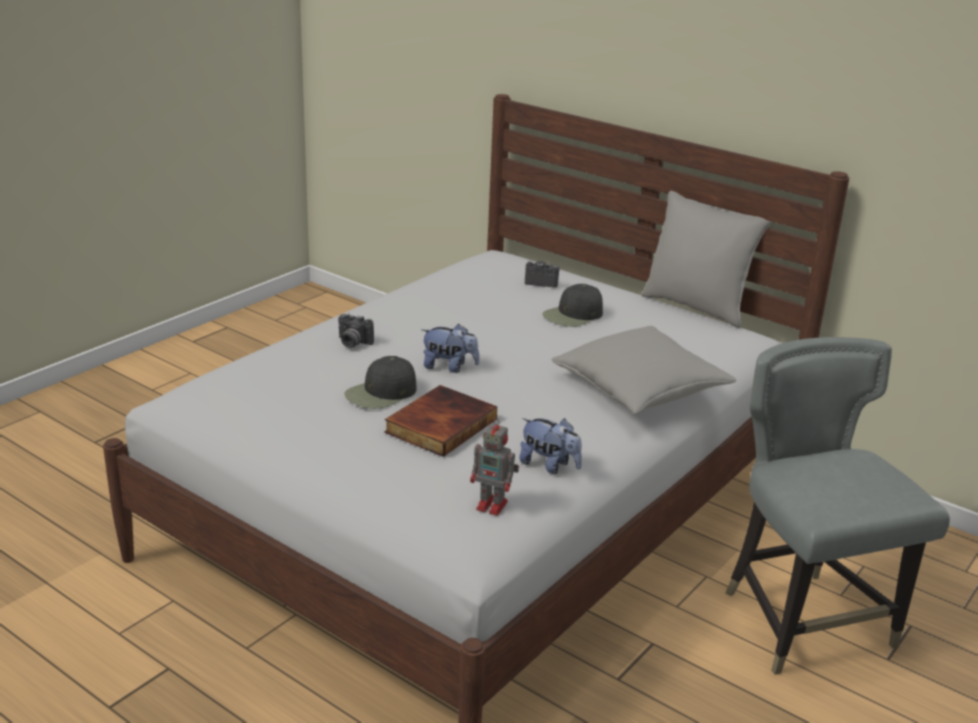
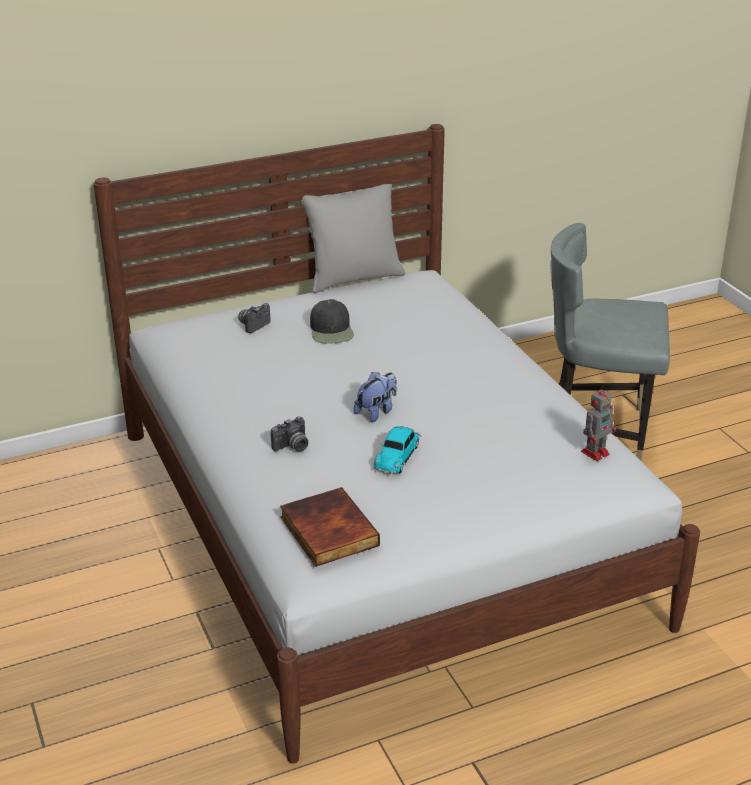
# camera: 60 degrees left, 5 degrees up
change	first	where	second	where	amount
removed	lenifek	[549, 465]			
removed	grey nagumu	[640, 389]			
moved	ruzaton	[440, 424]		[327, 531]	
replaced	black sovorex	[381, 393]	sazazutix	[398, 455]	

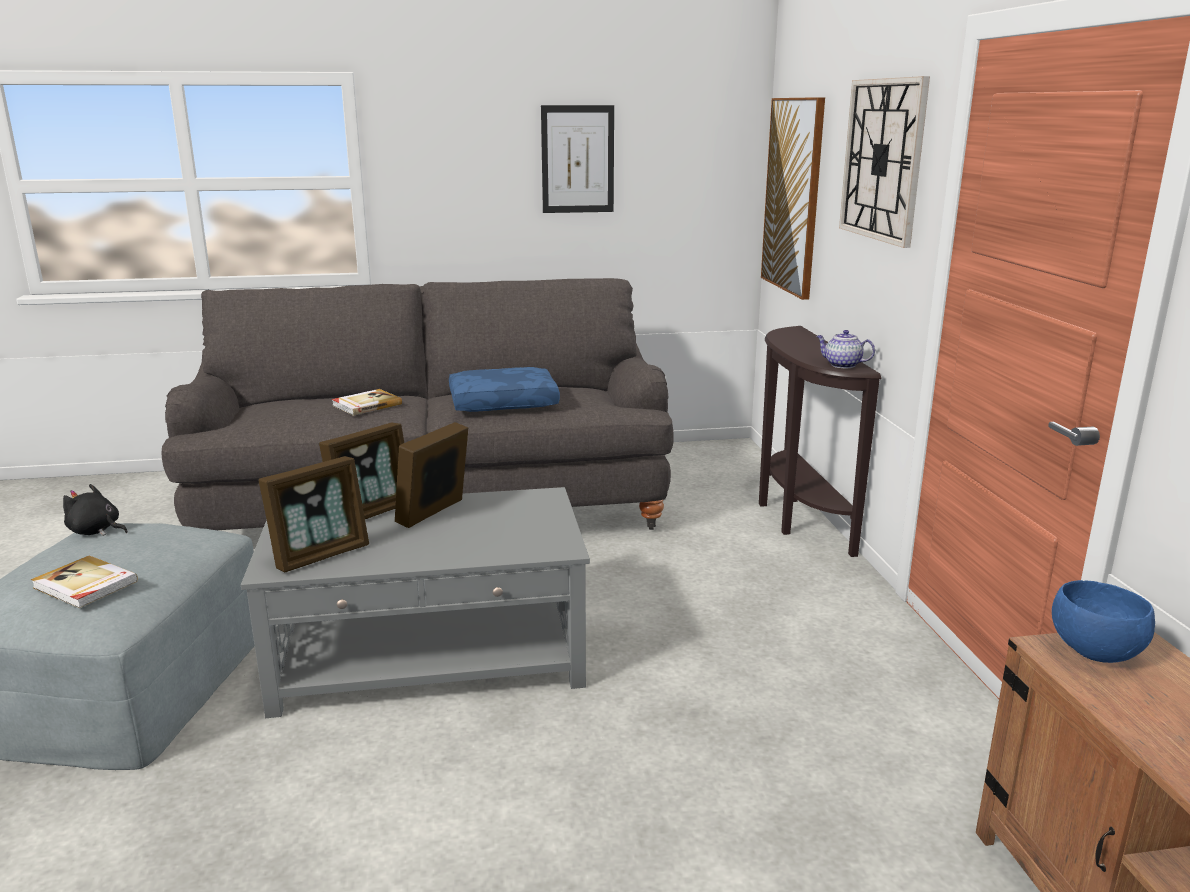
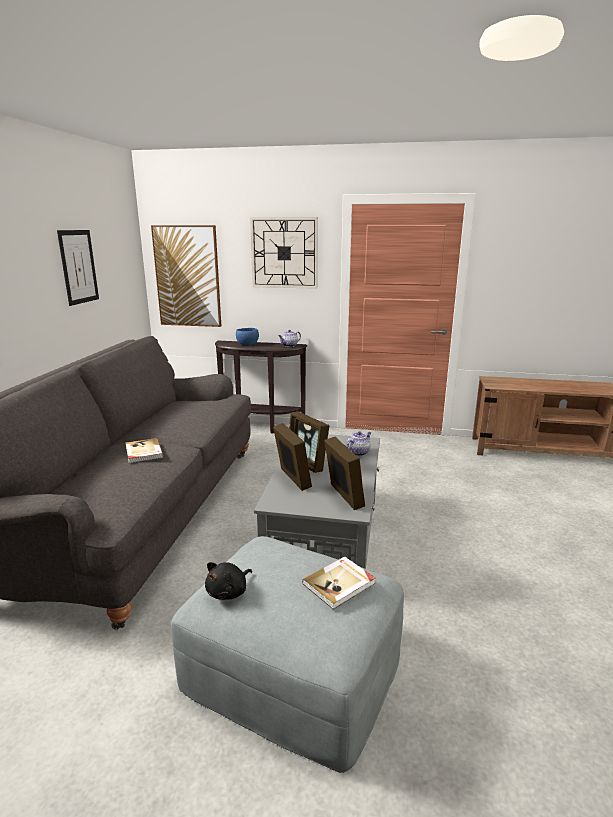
# camera: 70 degrees left, 0 degrees up
change	first	where	second	where	amount
removed	blue nagumu	[504, 402]			
added			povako	[358, 452]	
moved	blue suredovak	[1095, 653]		[248, 345]	

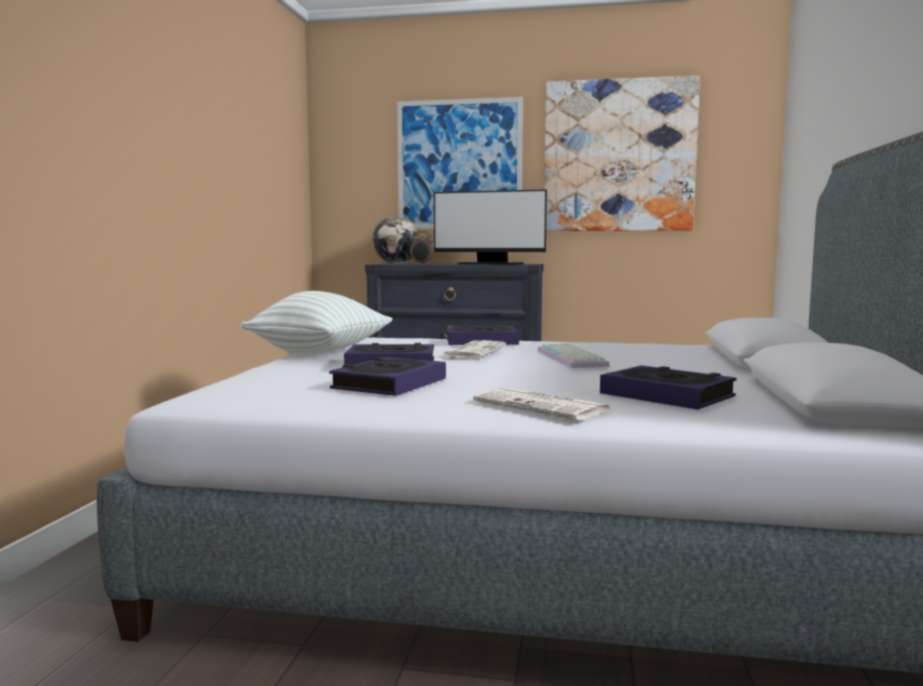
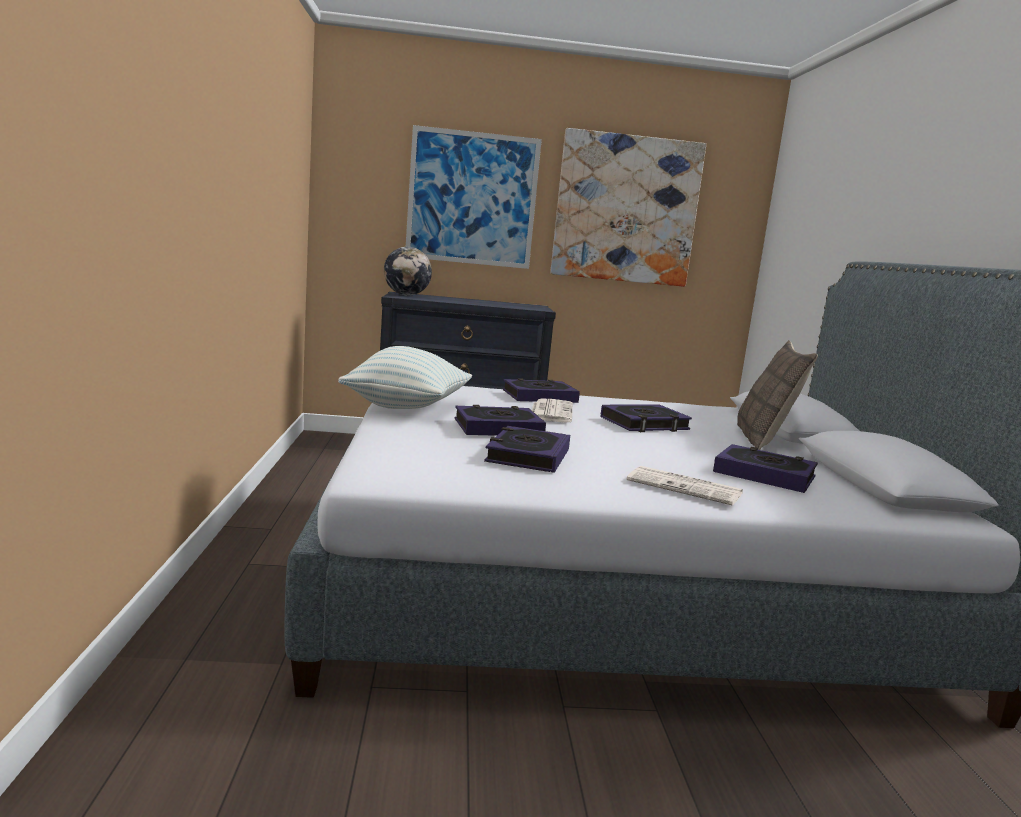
# camera: 15 degrees left, 5 degrees up
change	first	where	second	where	amount
removed	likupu	[422, 264]			
removed	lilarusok	[490, 264]			
added			nagumu	[764, 440]	
replaced	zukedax	[573, 358]	ruzaton	[644, 424]	

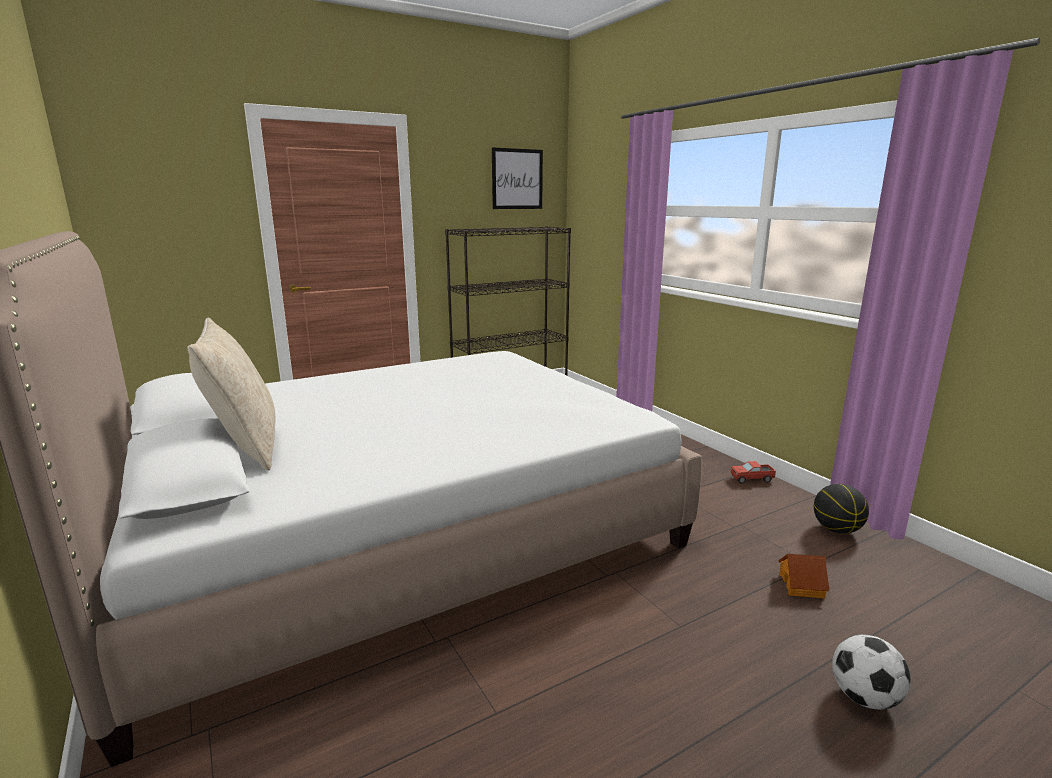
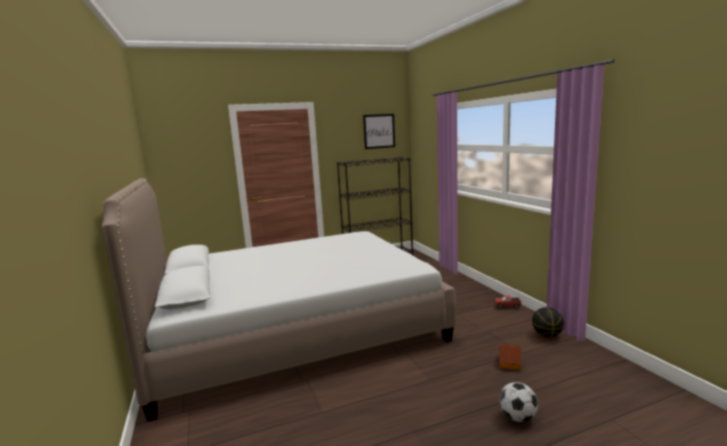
# camera: 10 degrees right, 5 degrees down
change	first	where	second	where	amount
removed	beige nagumu	[246, 448]			

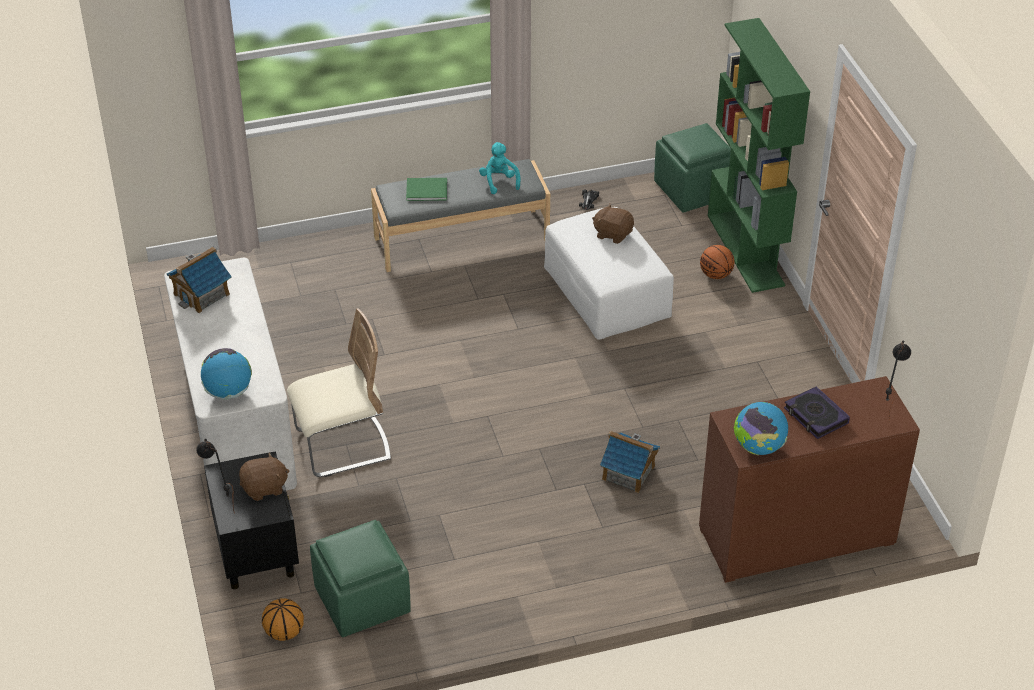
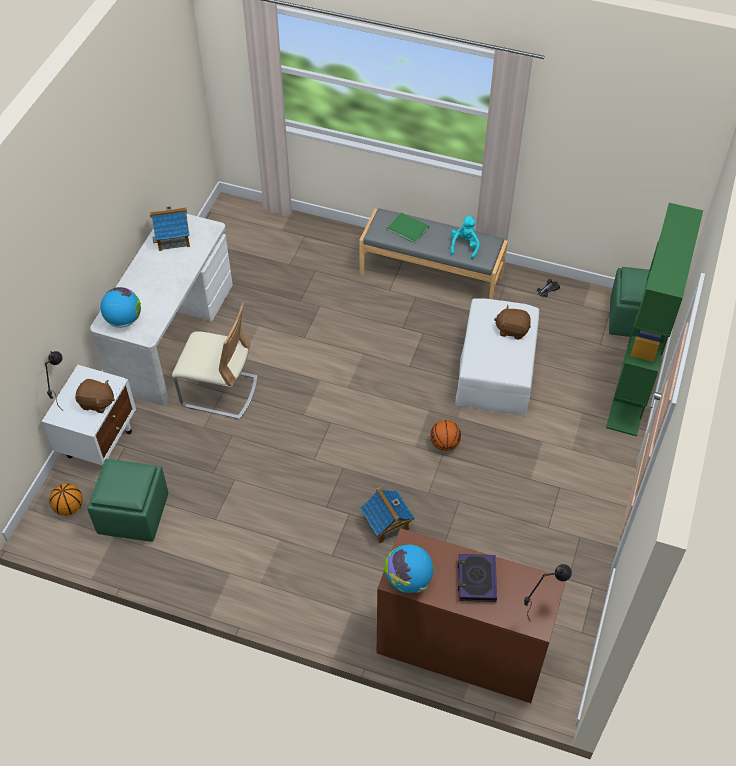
# camera: 35 degrees right, 10 degrees up
change	first	where	second	where	amount
moved	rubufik	[716, 275]		[444, 444]	
recoloured	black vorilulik	[257, 557]	white vorilulik	[100, 442]	
turned	brown lenifek	[613, 234]		[512, 330]	45 degrees counterclockwise

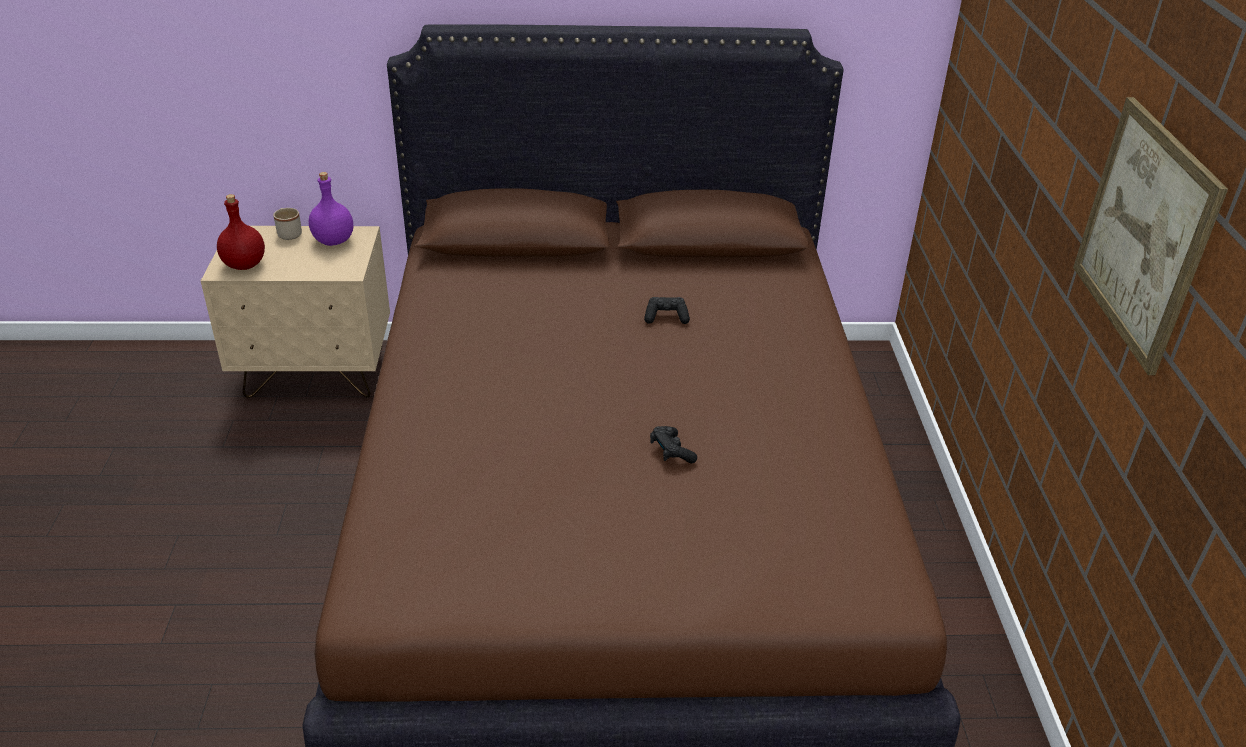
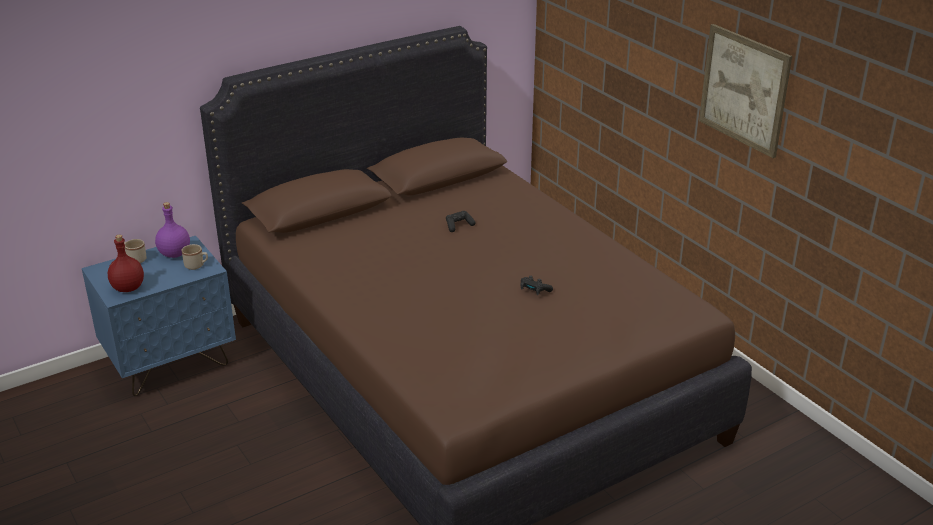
# camera: 30 degrees left, 5 degrees down
change	first	where	second	where	amount
added			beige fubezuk	[197, 266]	
recoloured	beige vorilulik	[316, 373]	blue vorilulik	[171, 364]	

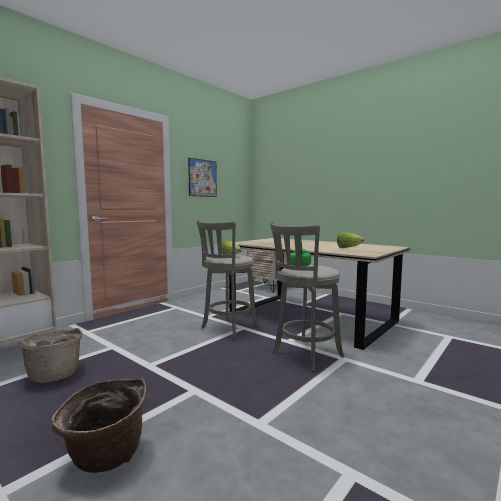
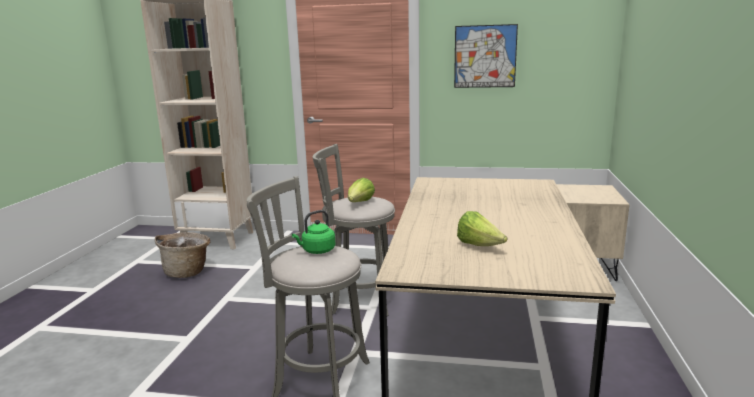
# camera: 60 degrees right, 10 degrees up
change	first	where	second	where	amount
removed	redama	[104, 457]			

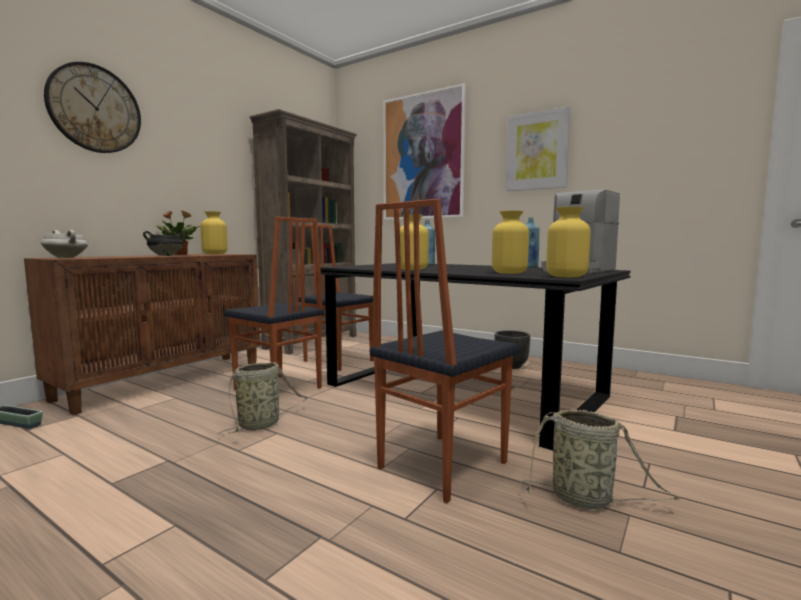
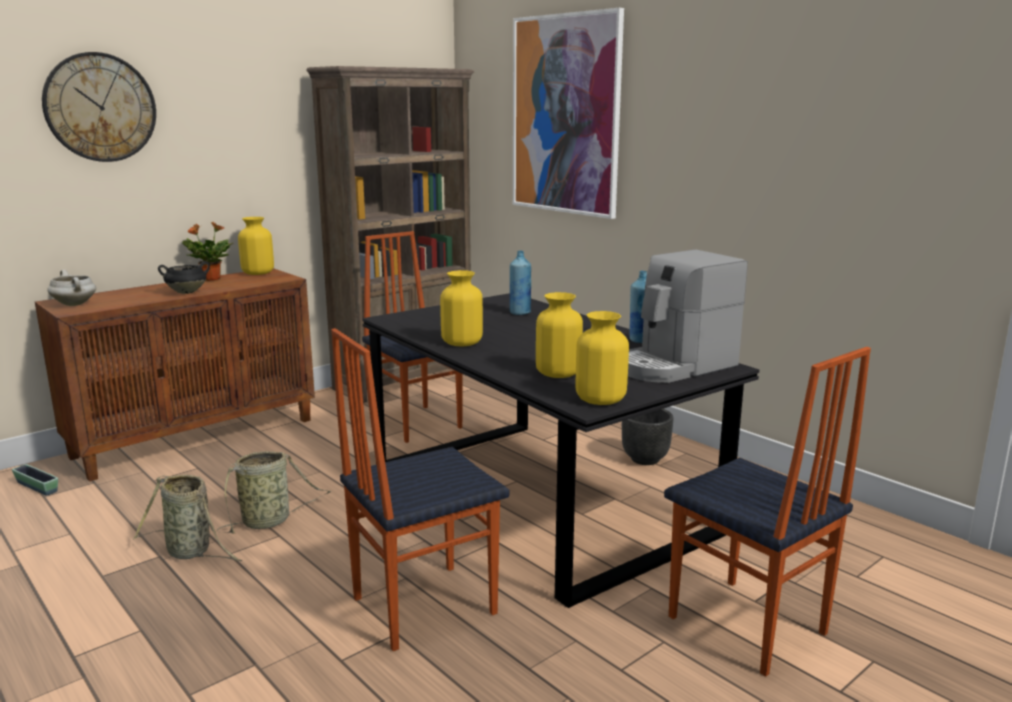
# camera: 15 degrees right, 10 degrees up
change	first	where	second	where	amount
removed	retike	[537, 151]			
moved	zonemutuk	[277, 389]		[746, 627]	
moved	redama	[585, 499]		[191, 552]	

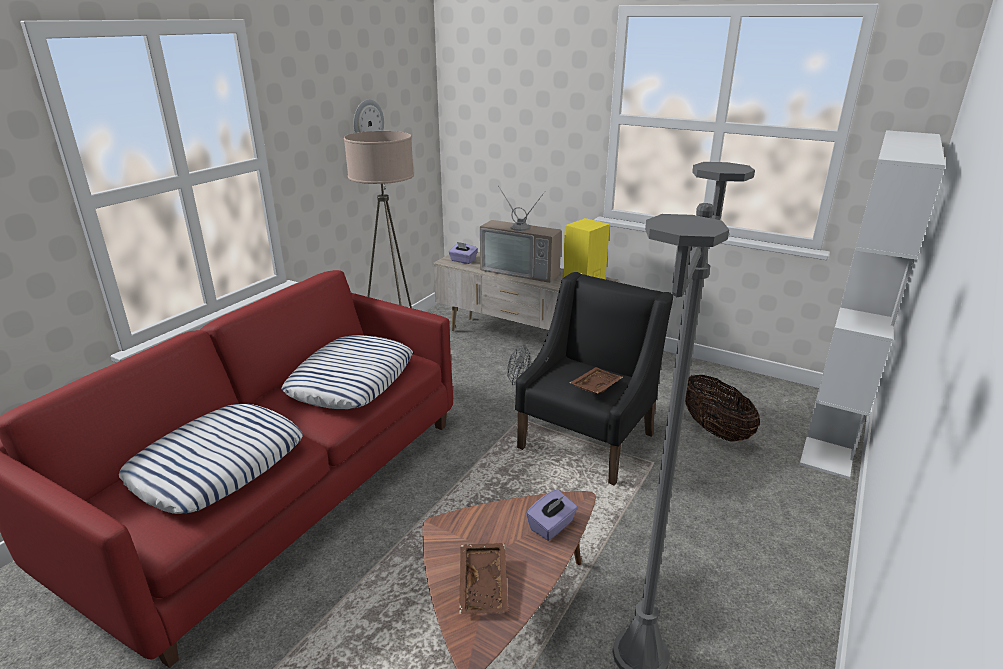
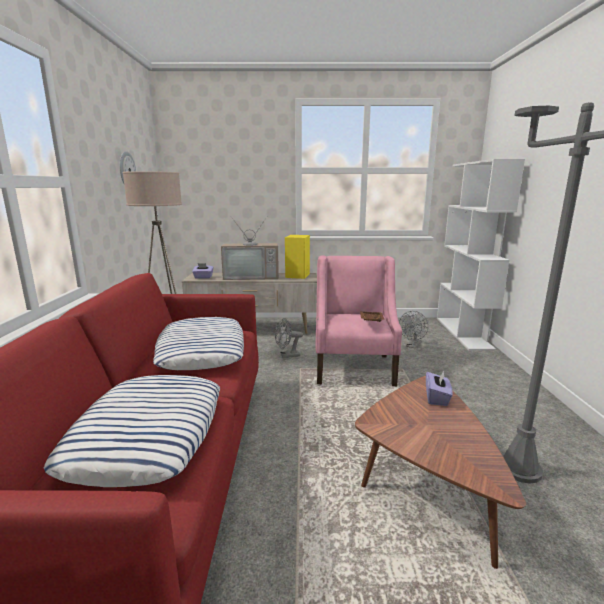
# camera: 30 degrees left, 10 degrees down
change	first	where	second	where	amount
removed	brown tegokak	[485, 585]			
replaced	redama	[714, 430]	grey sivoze	[412, 346]	
recoloured	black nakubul	[588, 440]	pink nakubul	[354, 368]	

